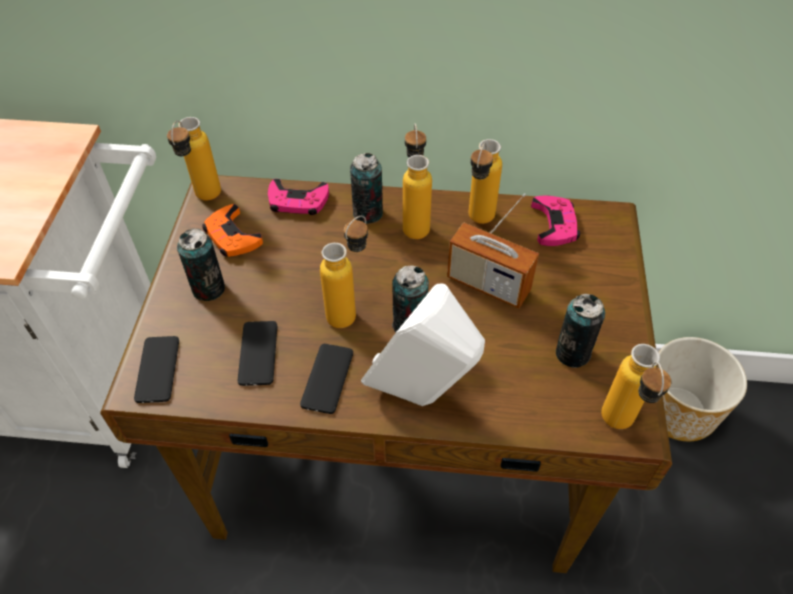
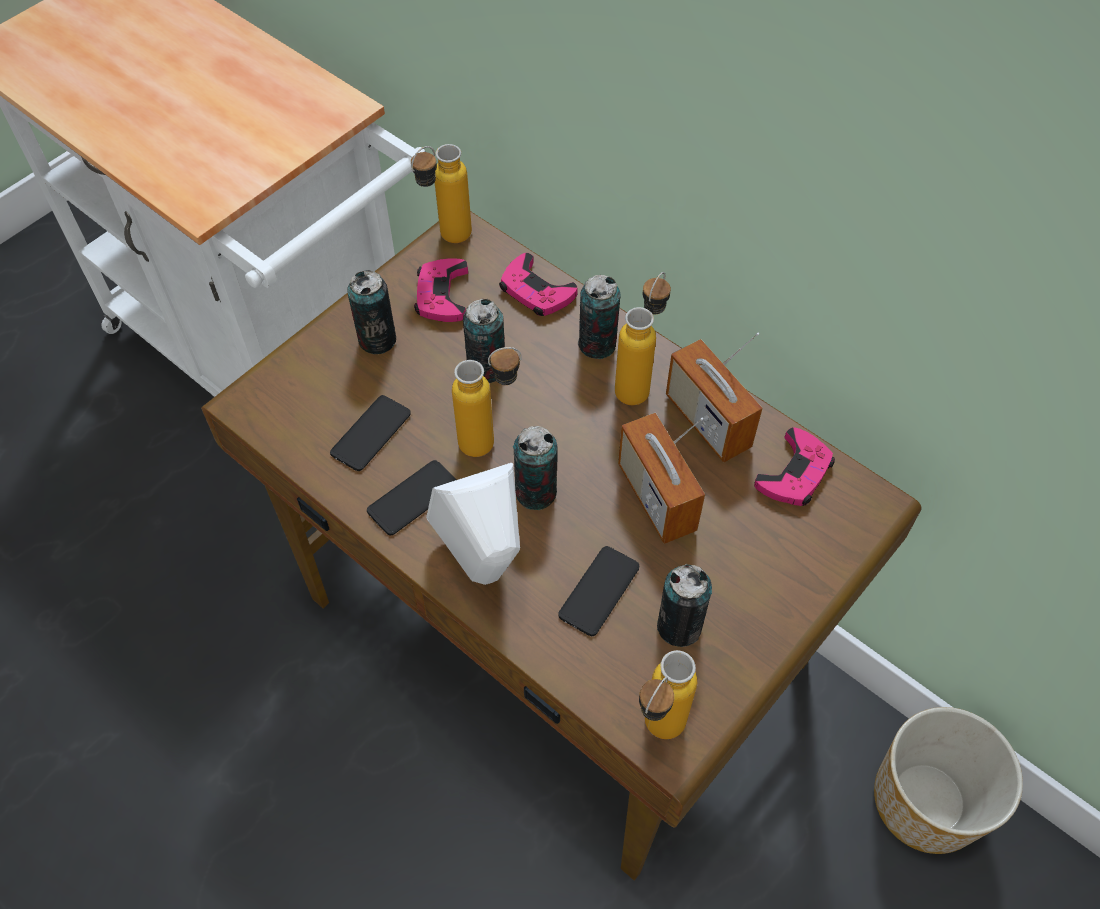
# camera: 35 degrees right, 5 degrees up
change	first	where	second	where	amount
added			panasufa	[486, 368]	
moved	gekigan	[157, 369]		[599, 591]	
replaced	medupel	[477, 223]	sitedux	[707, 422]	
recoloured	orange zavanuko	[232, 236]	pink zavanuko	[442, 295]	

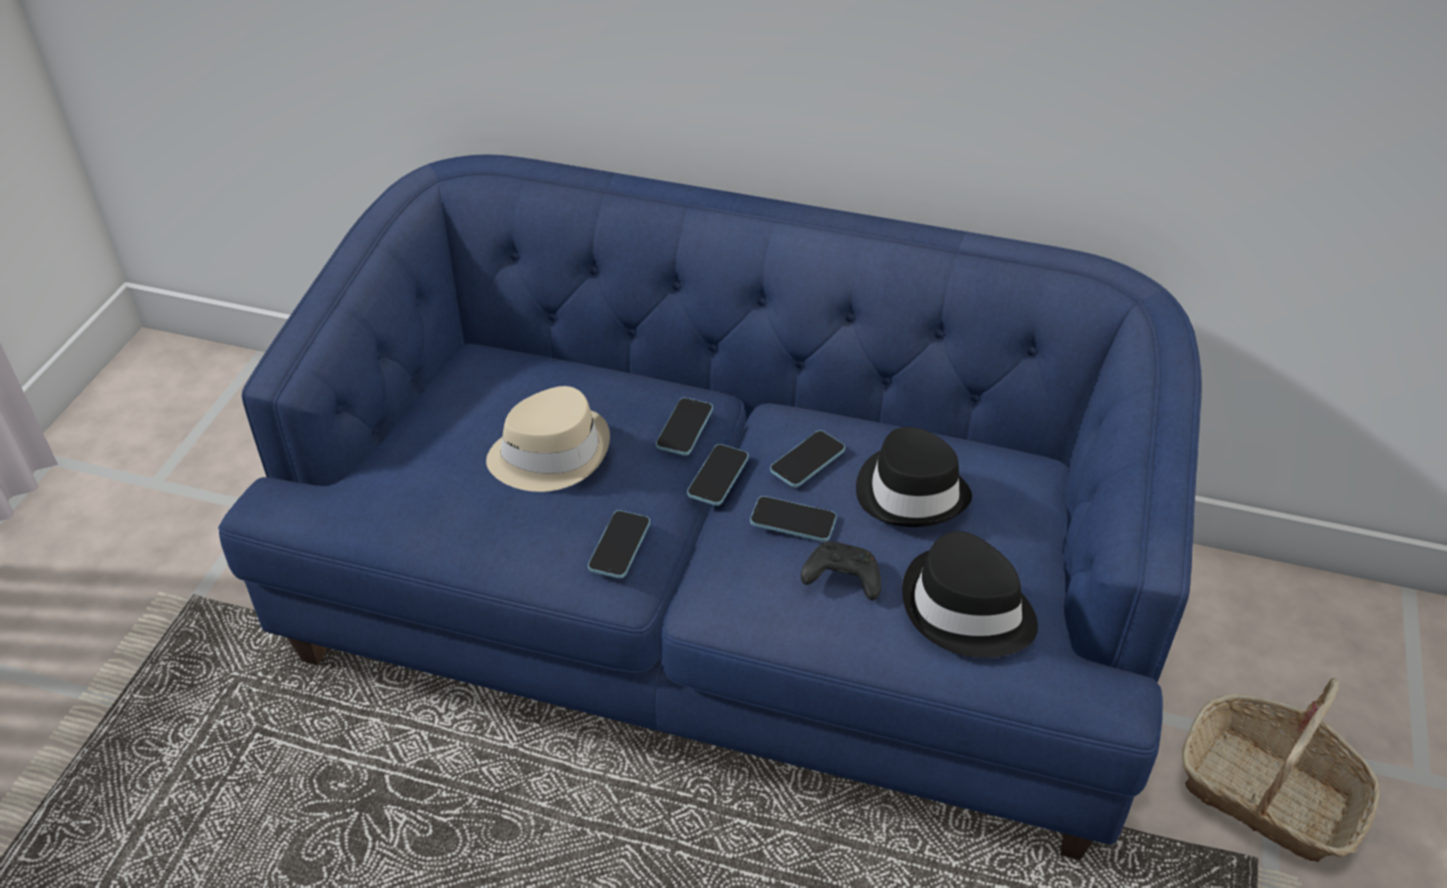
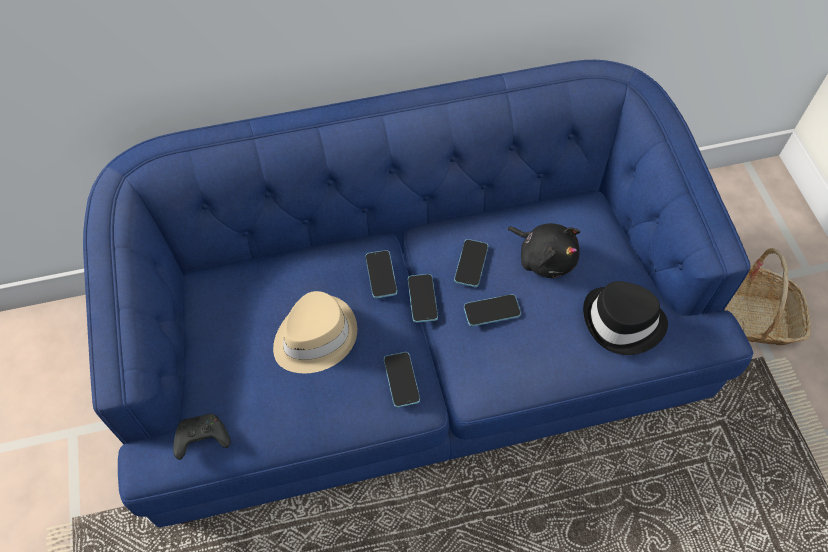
# camera: 30 degrees left, 15 degrees up
change	first	where	second	where	amount
moved	black zavanuko	[840, 579]		[201, 439]	
replaced	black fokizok	[911, 492]	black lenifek	[544, 258]	

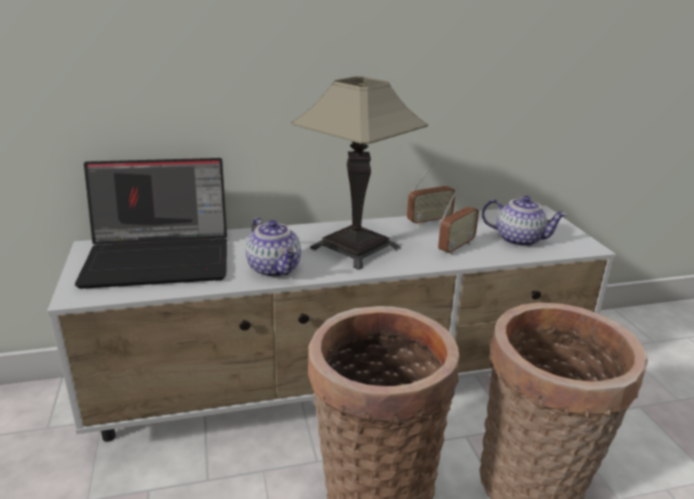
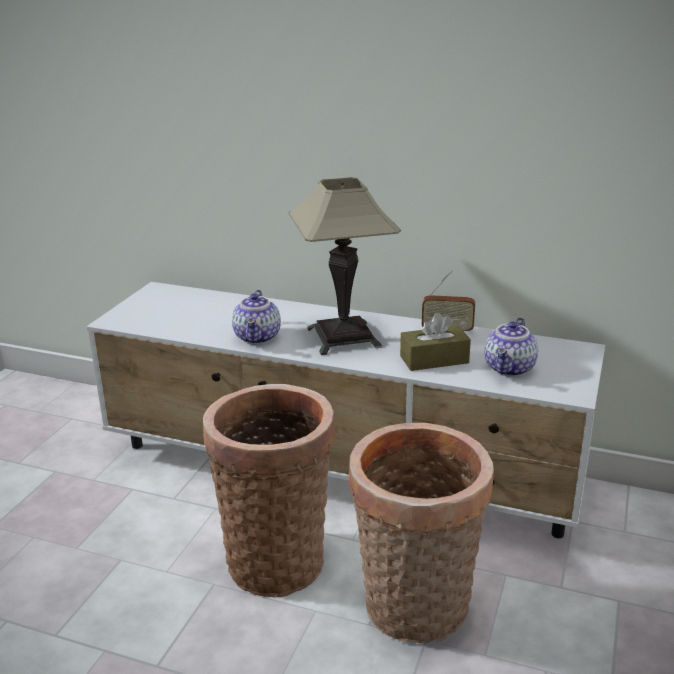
# camera: 35 degrees right, 0 degrees up
change	first	where	second	where	amount
removed	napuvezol	[161, 258]			
replaced	sitedux	[456, 247]	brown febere	[434, 359]	
turned	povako	[519, 239]		[510, 369]	60 degrees clockwise

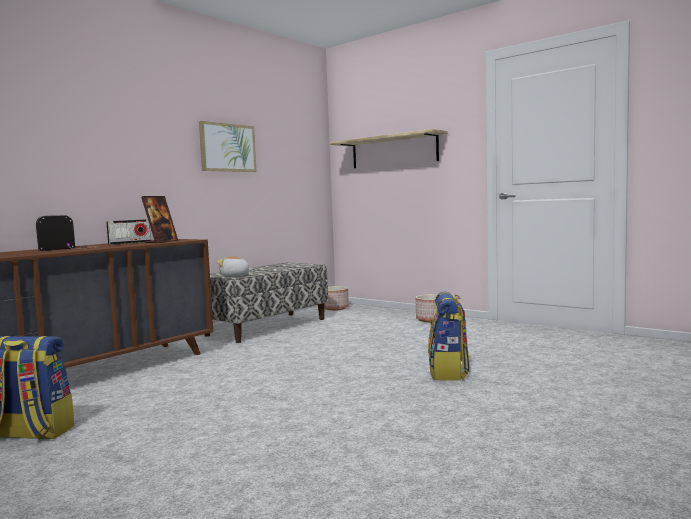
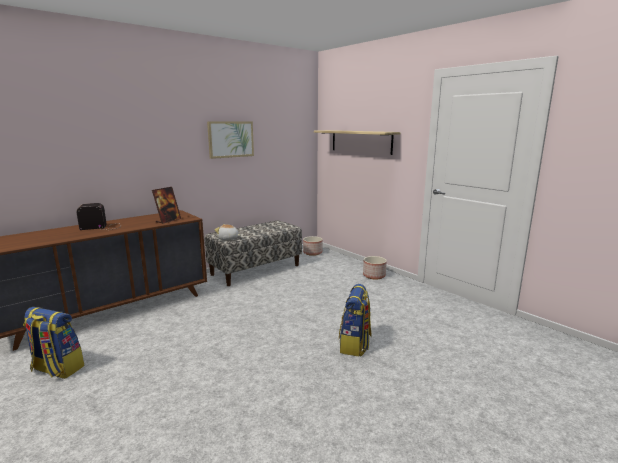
# camera: 10 degrees right, 10 degrees up
change	first	where	second	where	amount
removed	sitedux	[129, 243]			

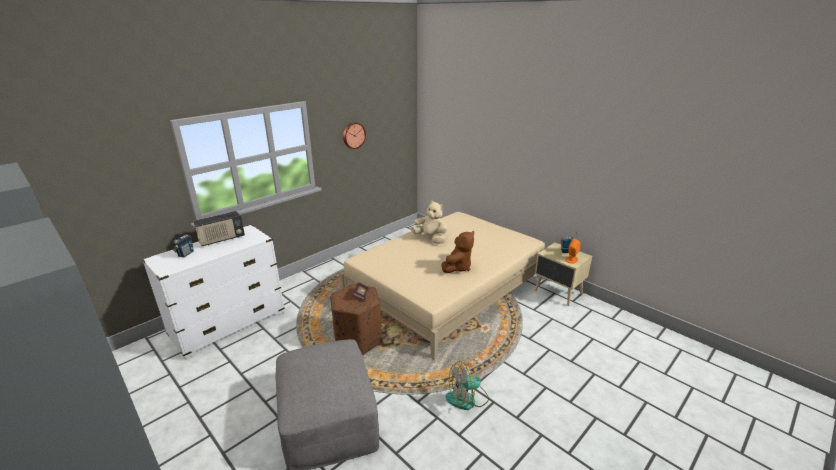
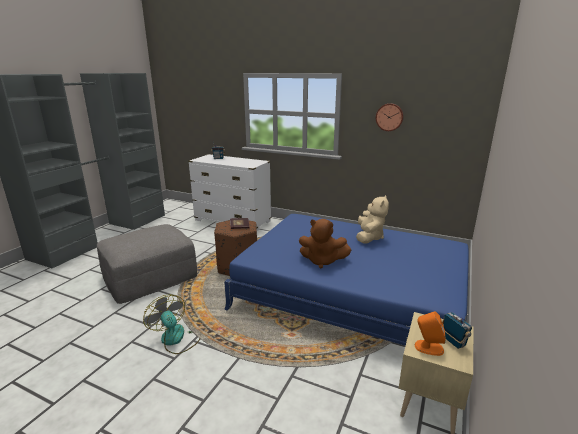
# camera: 70 degrees right, 5 degrees down
change	first	where	second	where	amount
removed	sitedux	[222, 239]			
recoloured	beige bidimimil	[446, 287]	blue bidimimil	[351, 295]	

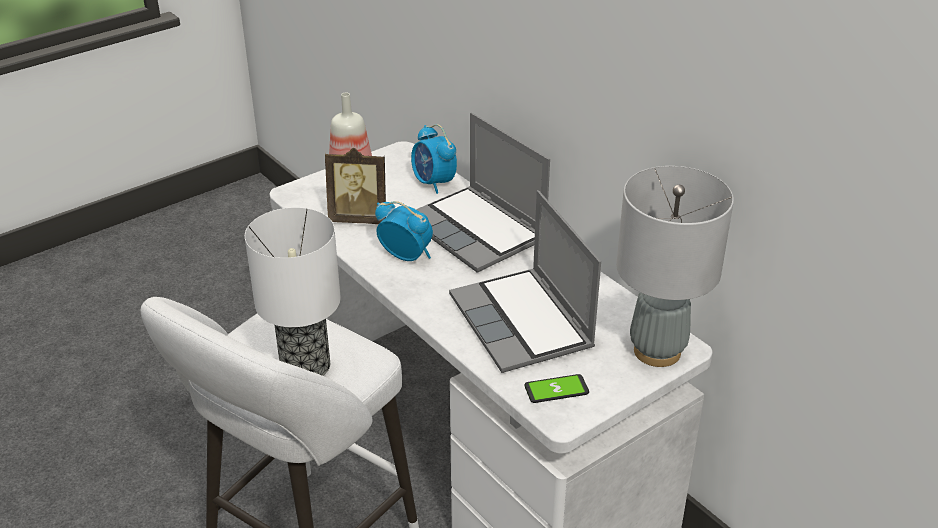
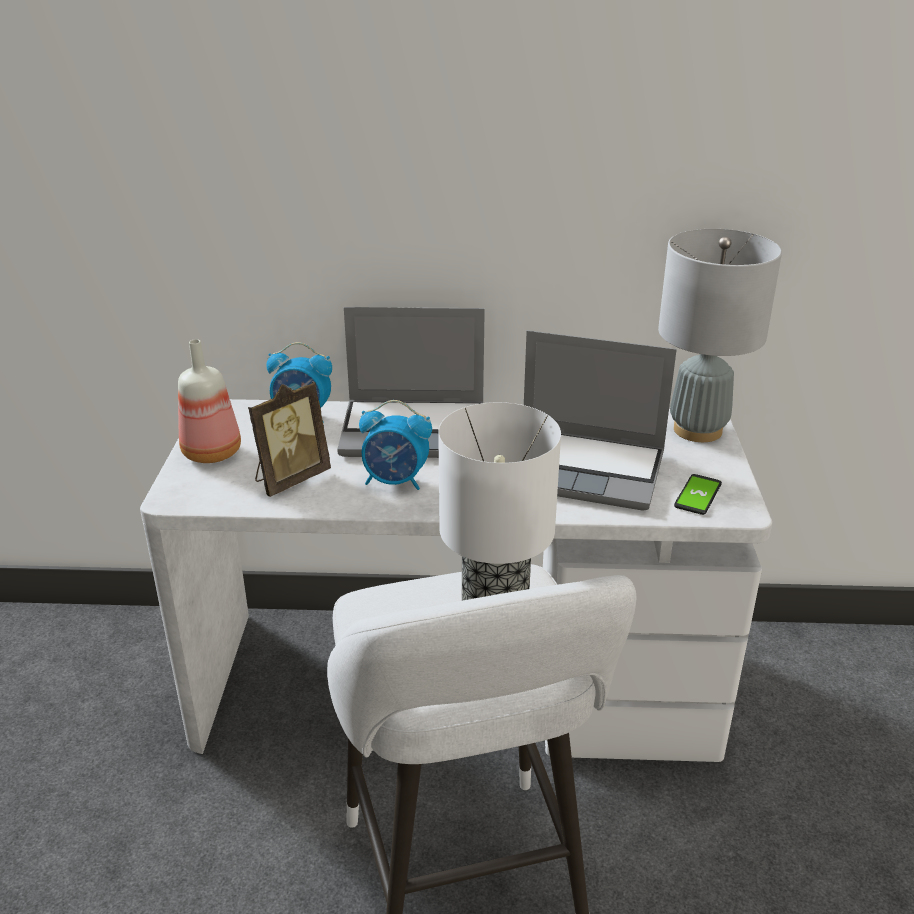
# camera: 50 degrees left, 5 degrees down
change	first	where	second	where	amount
turned	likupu	[406, 256]		[396, 481]	150 degrees counterclockwise

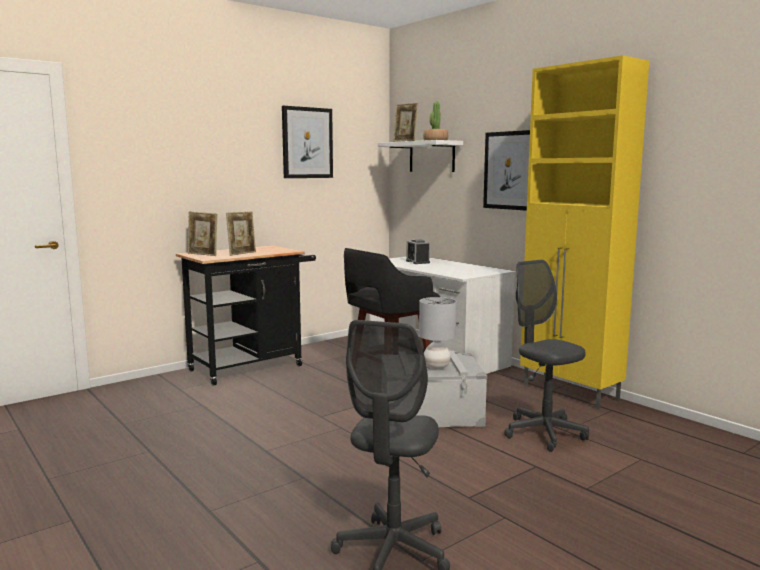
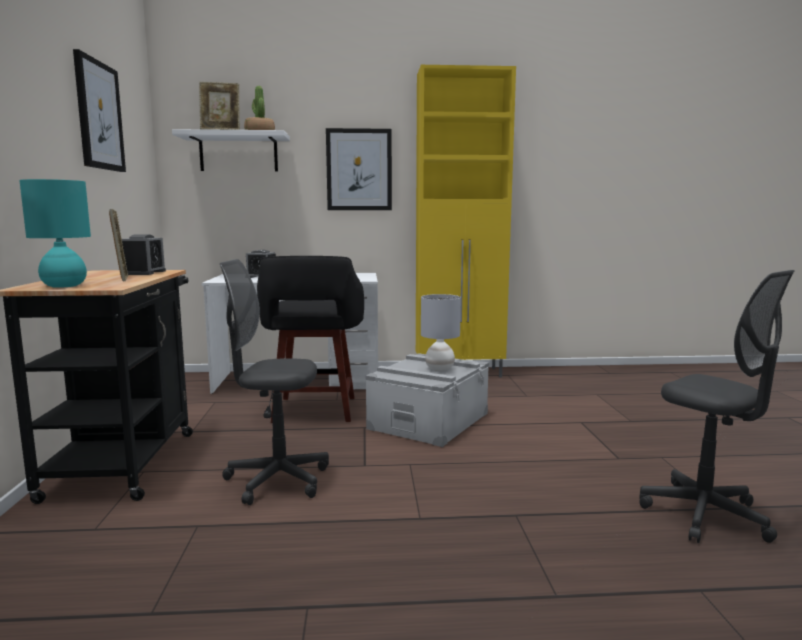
# camera: 55 degrees left, 0 degrees up
change	first	where	second	where	amount
added			likupu	[144, 272]	
moved	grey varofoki	[544, 433]		[277, 480]	
replaced	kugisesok	[203, 254]	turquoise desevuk	[65, 286]	

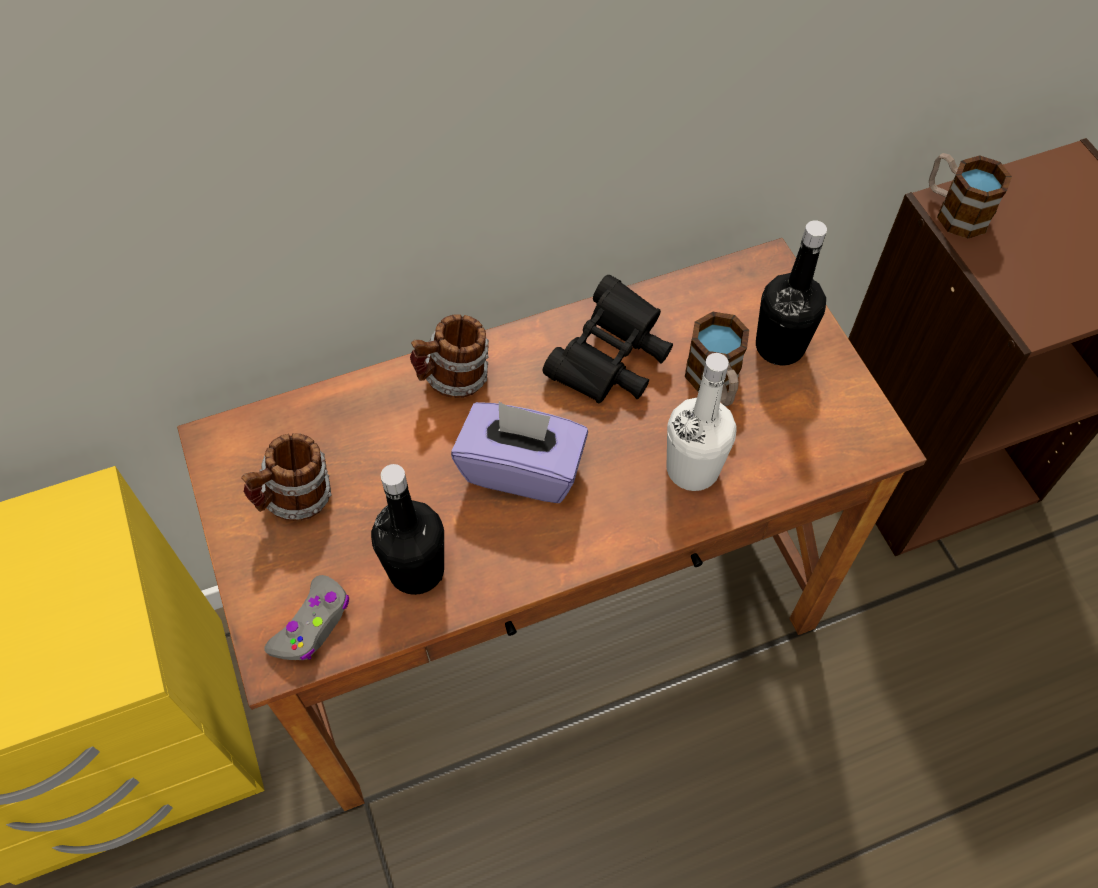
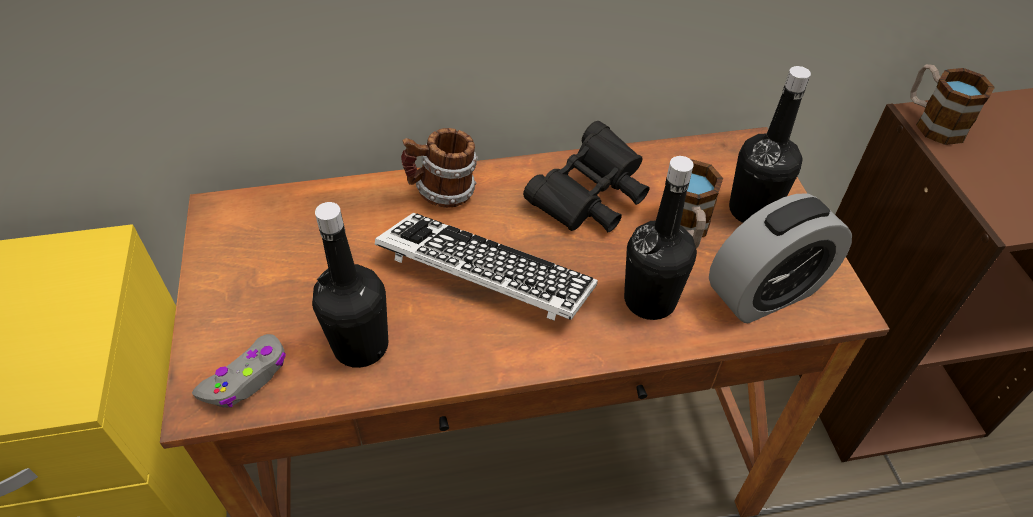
# camera: 10 degrees right, 10 degrees down
change	first	where	second	where	amount
removed	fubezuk	[296, 499]			
added			likupu	[765, 293]	
replaced	purple febere	[522, 468]	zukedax	[485, 274]	
recoloured	white medupel	[692, 469]	black medupel	[649, 300]	

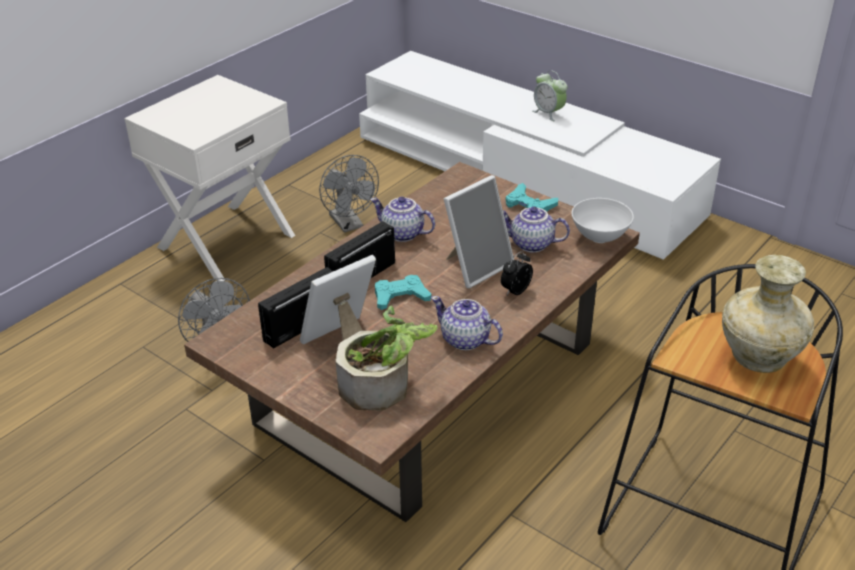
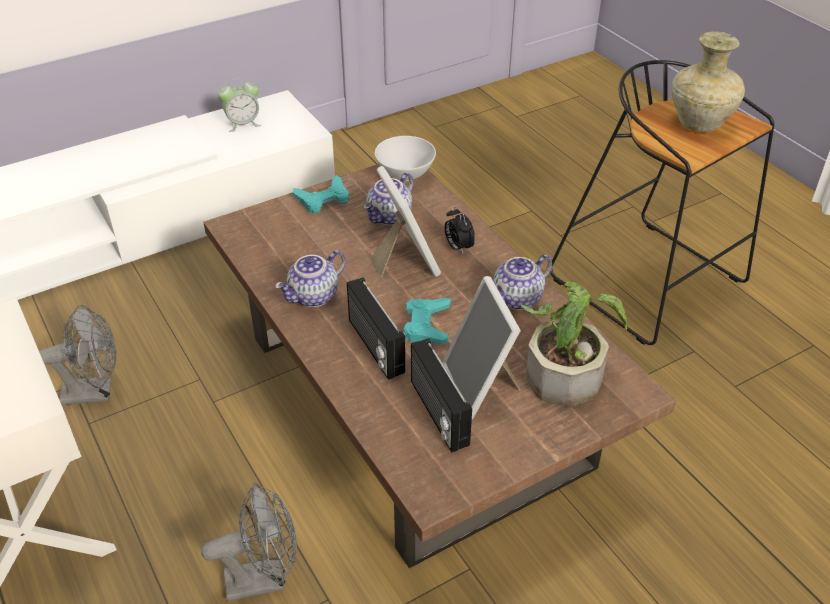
# camera: 70 degrees left, 5 degrees up
change	first	where	second	where	amount
moved	likupu	[548, 113]		[243, 124]	

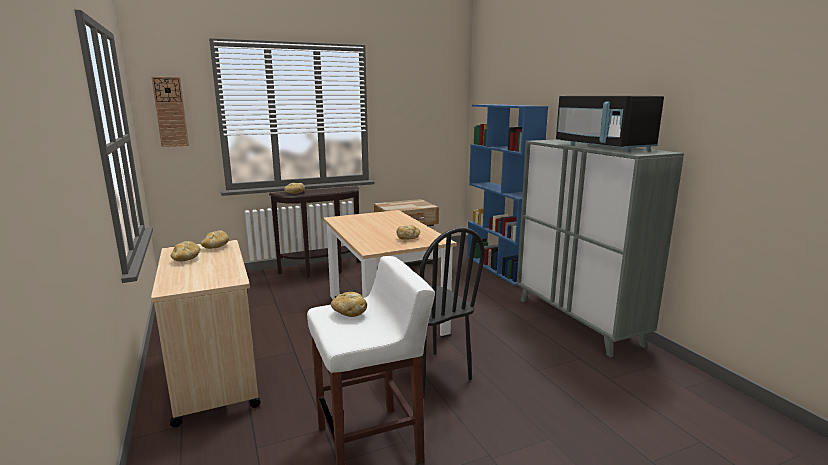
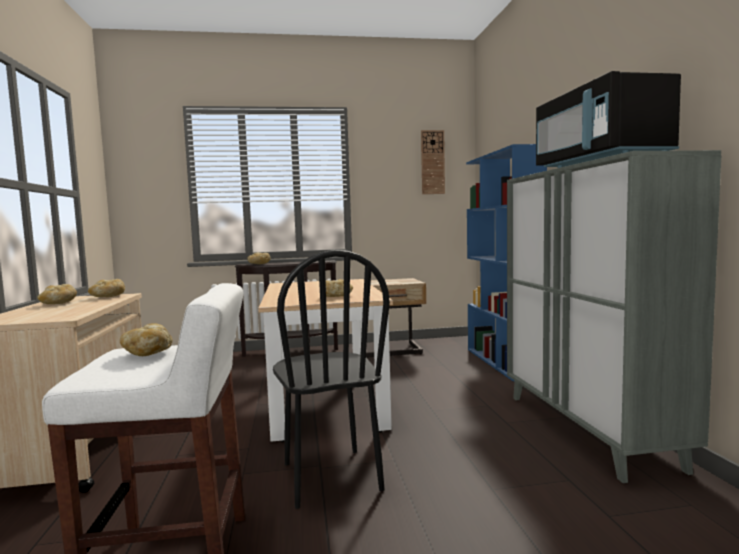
# camera: 15 degrees right, 10 degrees down
change	first	where	second	where	amount
moved	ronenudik	[170, 112]		[432, 162]	

